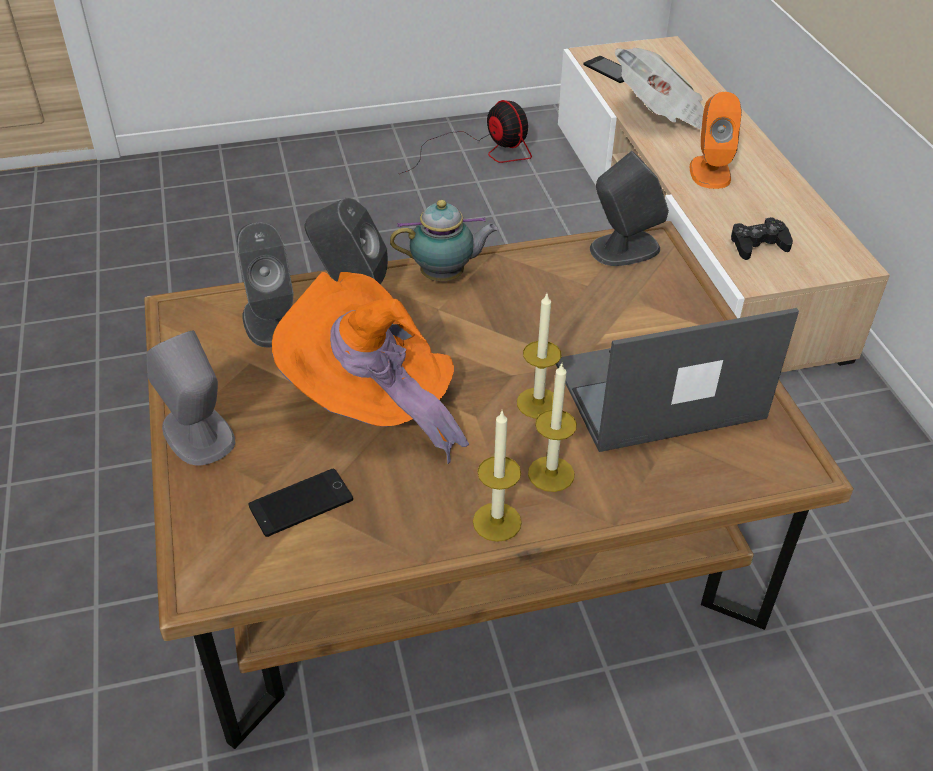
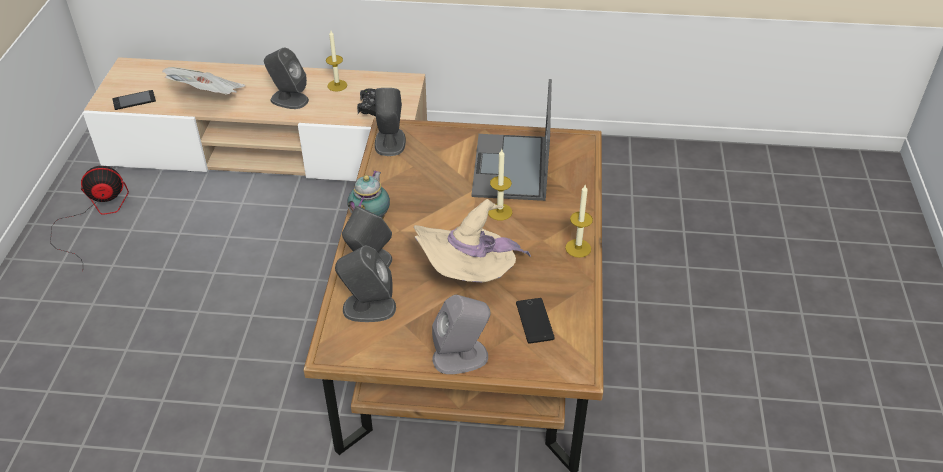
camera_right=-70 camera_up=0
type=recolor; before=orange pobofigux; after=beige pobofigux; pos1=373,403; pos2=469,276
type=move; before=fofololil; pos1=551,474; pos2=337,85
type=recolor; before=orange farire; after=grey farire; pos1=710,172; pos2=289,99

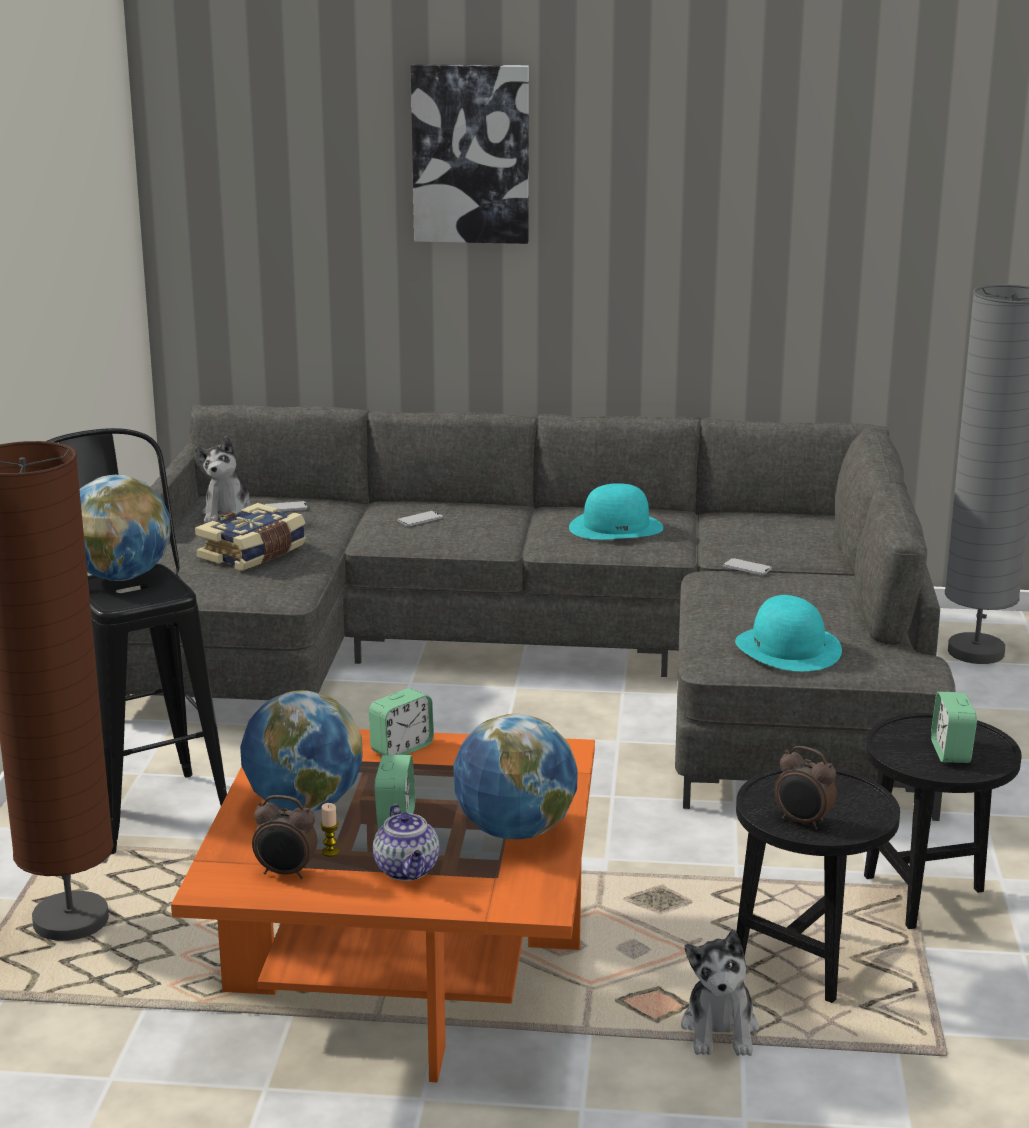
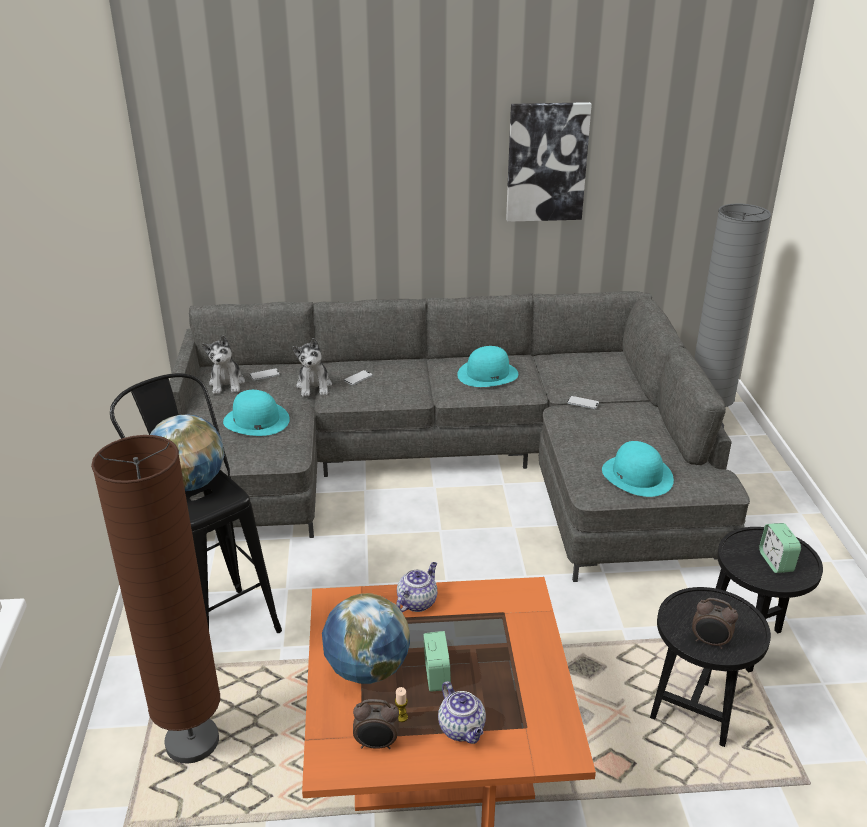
camera_right=-10 camera_up=10
type=replace; before=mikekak; after=turquoise pobofigux; pos1=254,554; pos2=256,420
type=replace; before=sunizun; after=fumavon; pos1=401,748; pos2=417,602
type=move; before=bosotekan; pos1=471,154; pos2=546,162
type=delete; before=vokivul; pos1=514,832
type=move; before=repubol; pos1=720,1029; pos2=314,386

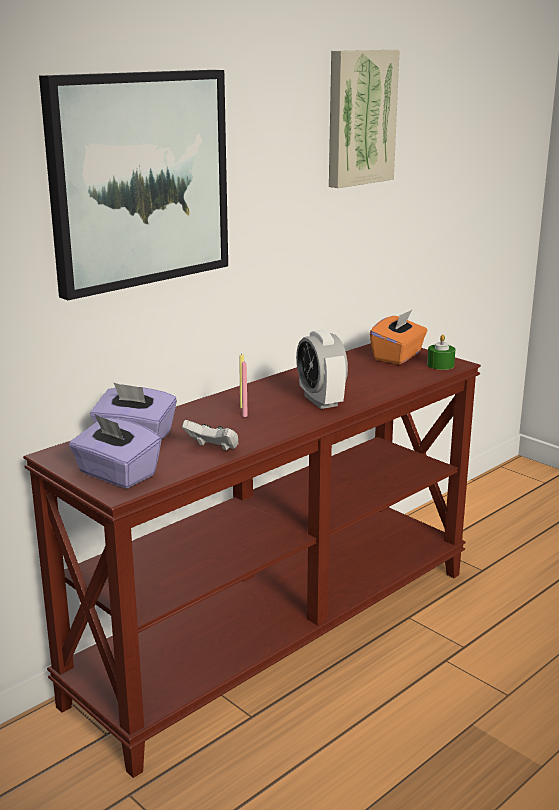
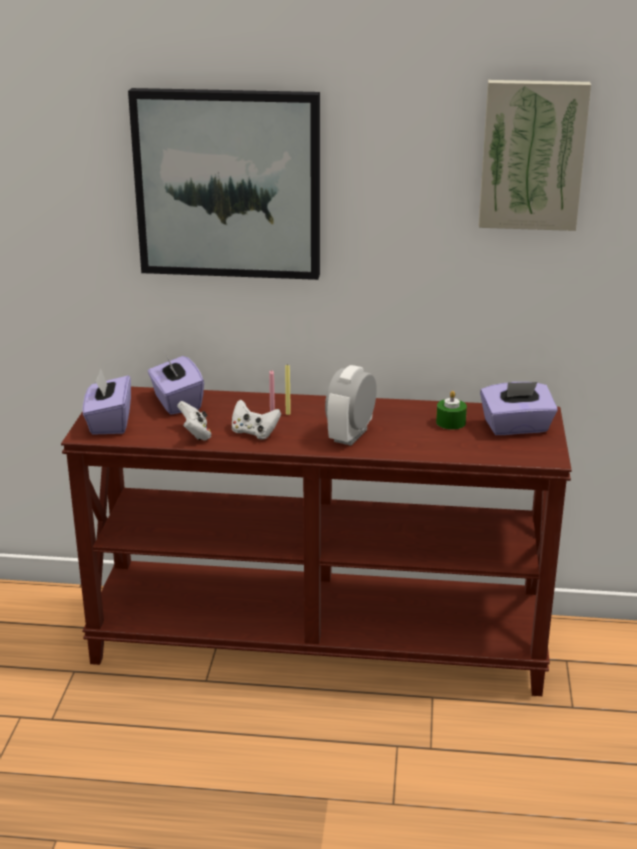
camera_right=50 camera_up=5
type=recolor; before=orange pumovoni; after=purple pumovoni; pos1=398,356; pos2=516,427
type=move; before=green fofololil; pos1=440,365; pos2=450,422
type=insert; after=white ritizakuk; pos2=254,433

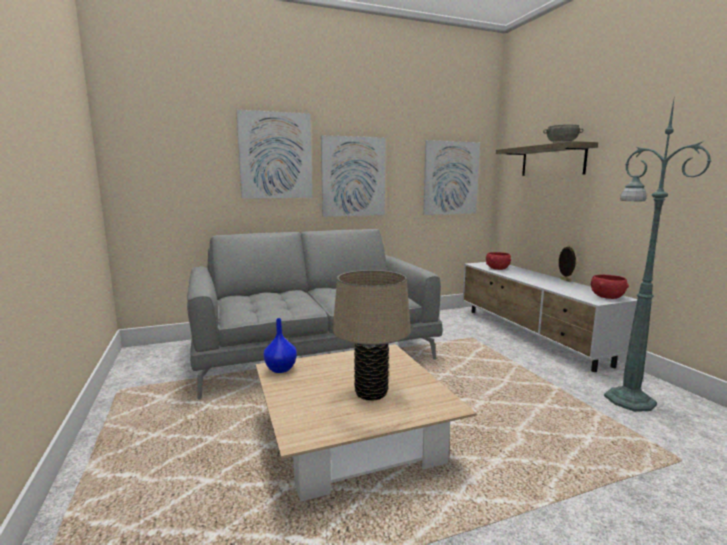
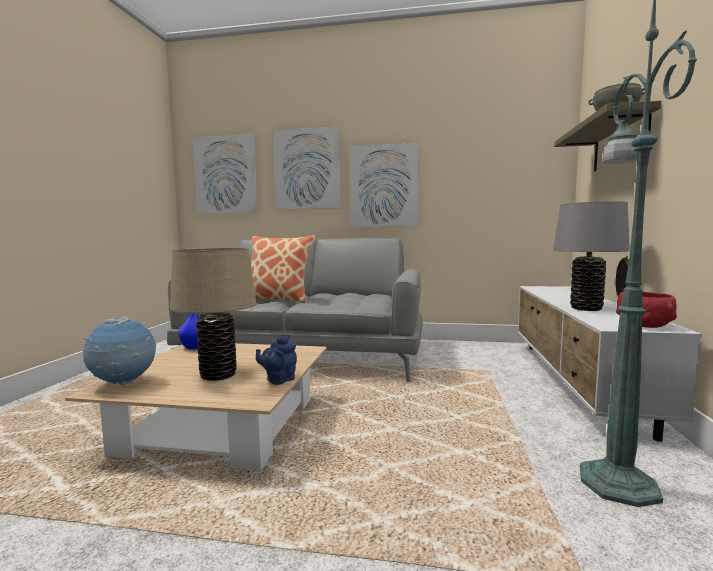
camera_right=30 camera_up=-5
type=move; before=bosotekan; pos1=451,178; pos2=225,175
type=delete; before=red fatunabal; pos1=497,268
type=insert; after=vokivul; pos2=123,384
type=insert; after=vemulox; pos2=278,299
type=insert; after=blue fumavon; pos2=278,380
type=insert; after=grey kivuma; pos2=586,308

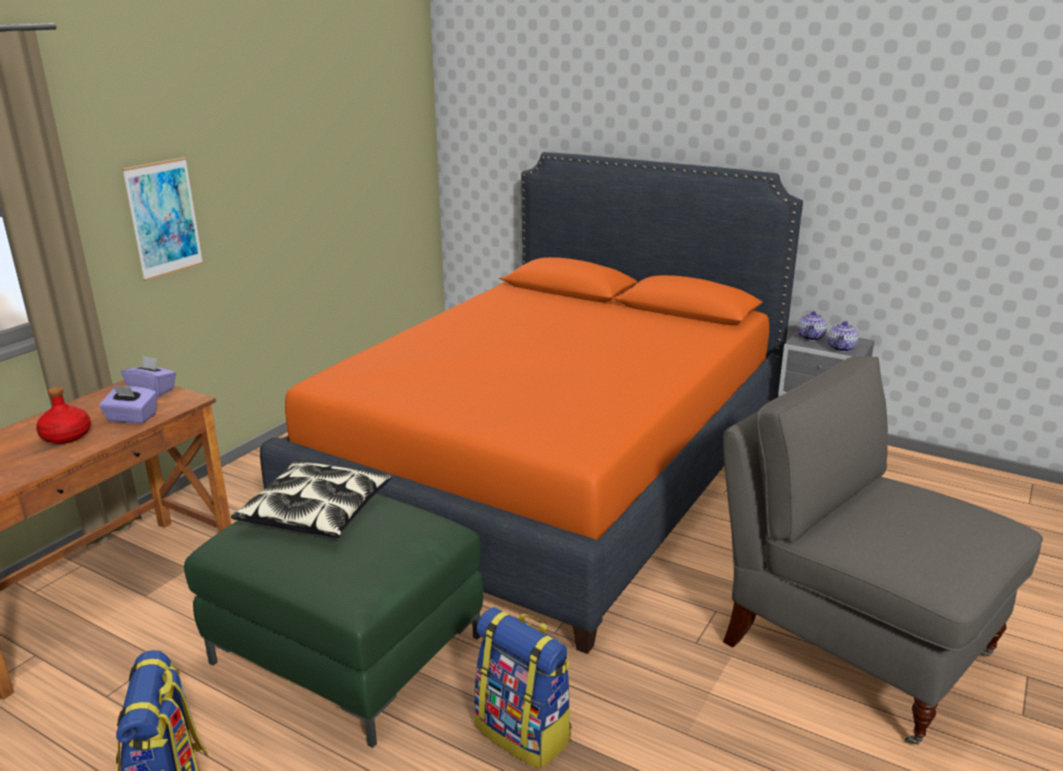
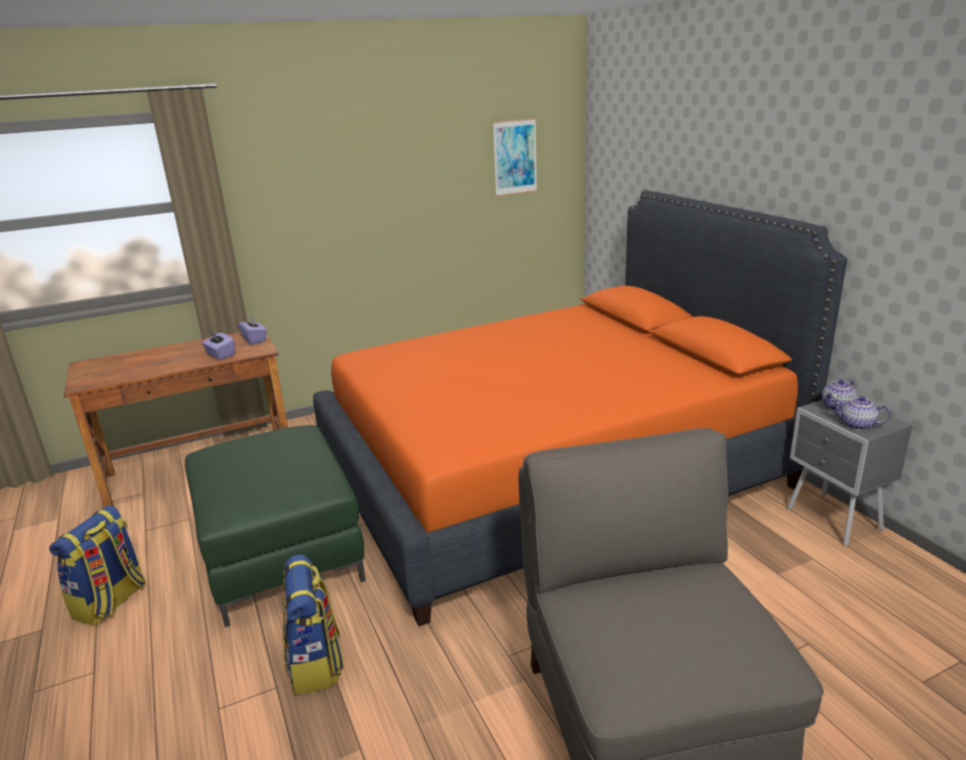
camera_right=35 camera_up=0
type=delete; before=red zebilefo; pos1=66,436
type=move; before=bosotekan; pos1=164,218; pos2=515,157
type=delete; before=vemulox; pos1=316,512
type=rotate; before=fumavon; pos1=841,348; pos2=857,425; turn=60

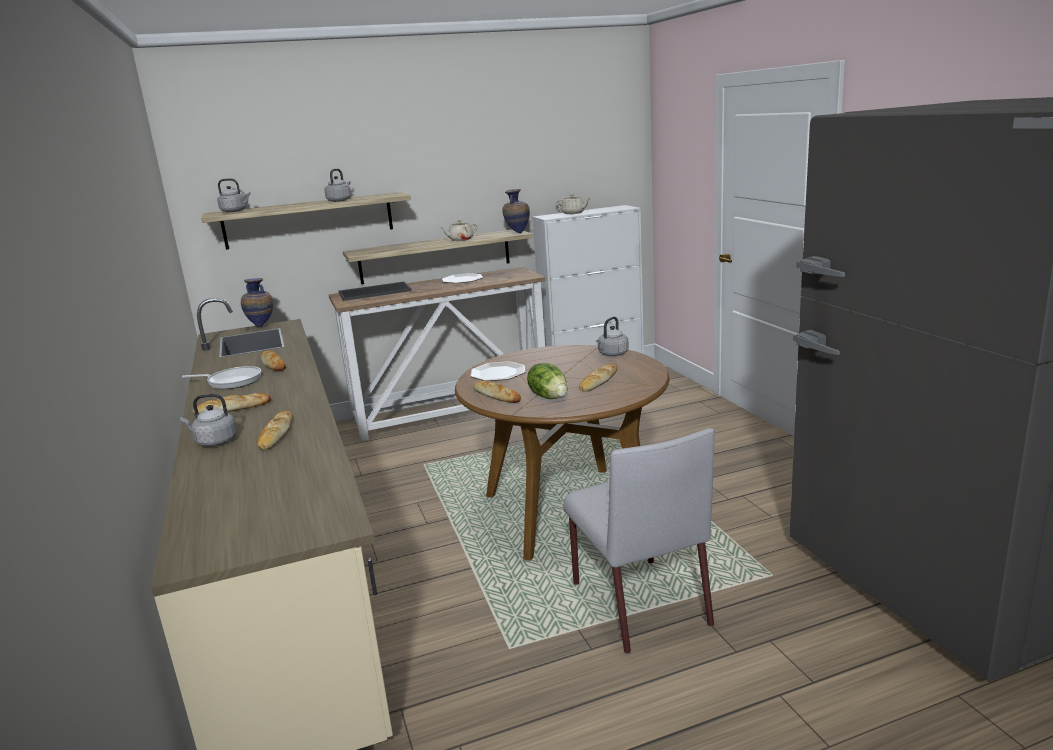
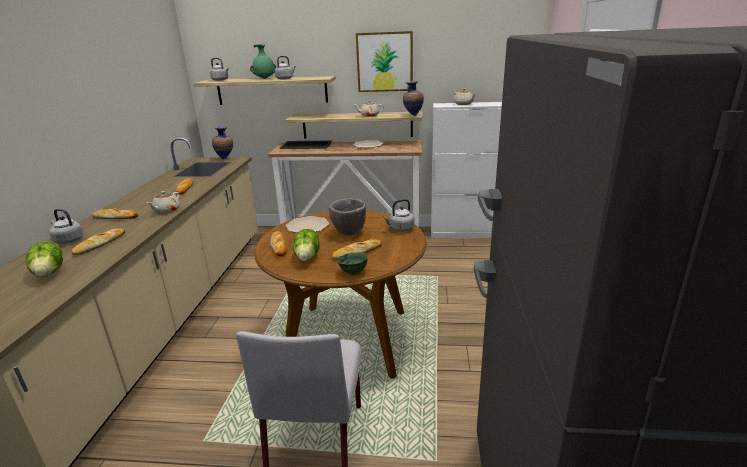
camera_right=25 camera_up=5
type=delete; before=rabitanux; pos1=232,381
type=insert; after=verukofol; pos2=50,272
type=insert; after=beige fumavon; pos2=166,210
type=insert; after=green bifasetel; pos2=265,78
type=insert; after=grey fatunabal; pos2=349,233
type=insert; after=green fatunabal; pos2=353,273
type=insert; after=bosotekan; pos2=384,62

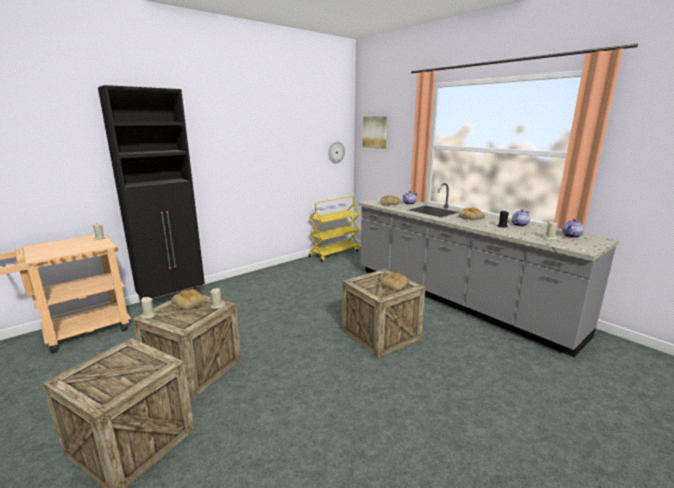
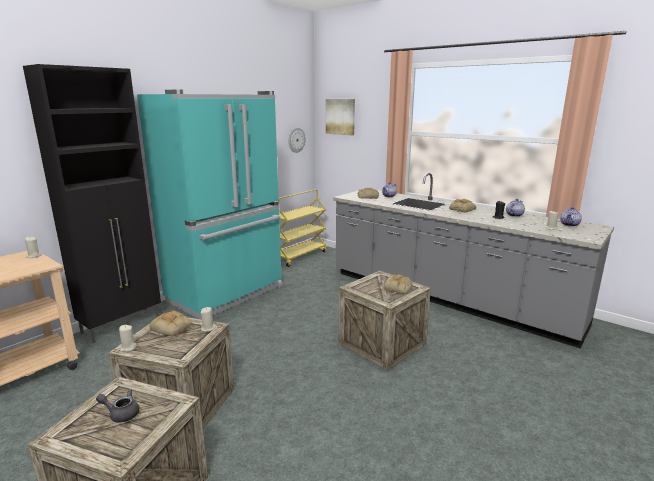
camera_right=-10 camera_up=0
type=insert; after=grey fumavon; pos2=121,413
type=insert; after=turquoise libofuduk; pos2=227,294

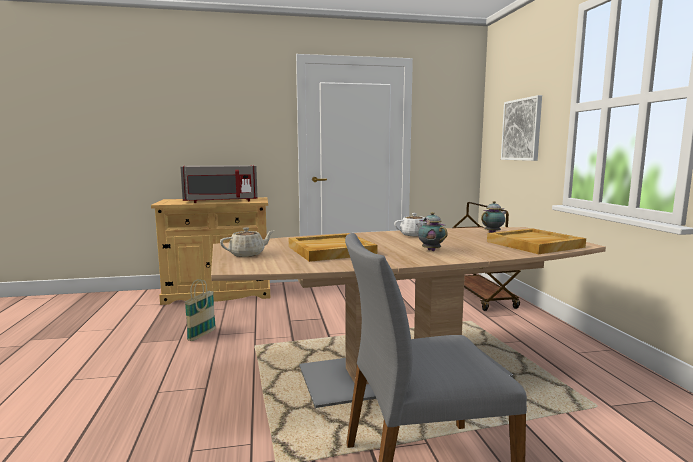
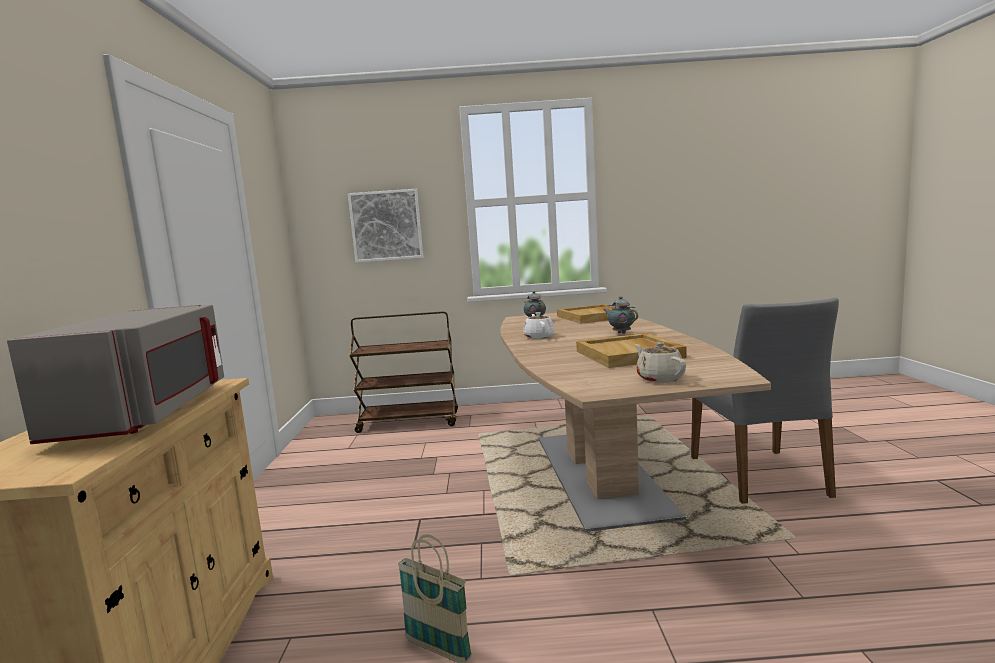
camera_right=-80 camera_up=0
type=rotate; before=fumavon; pos1=430,250; pos2=620,333; turn=75

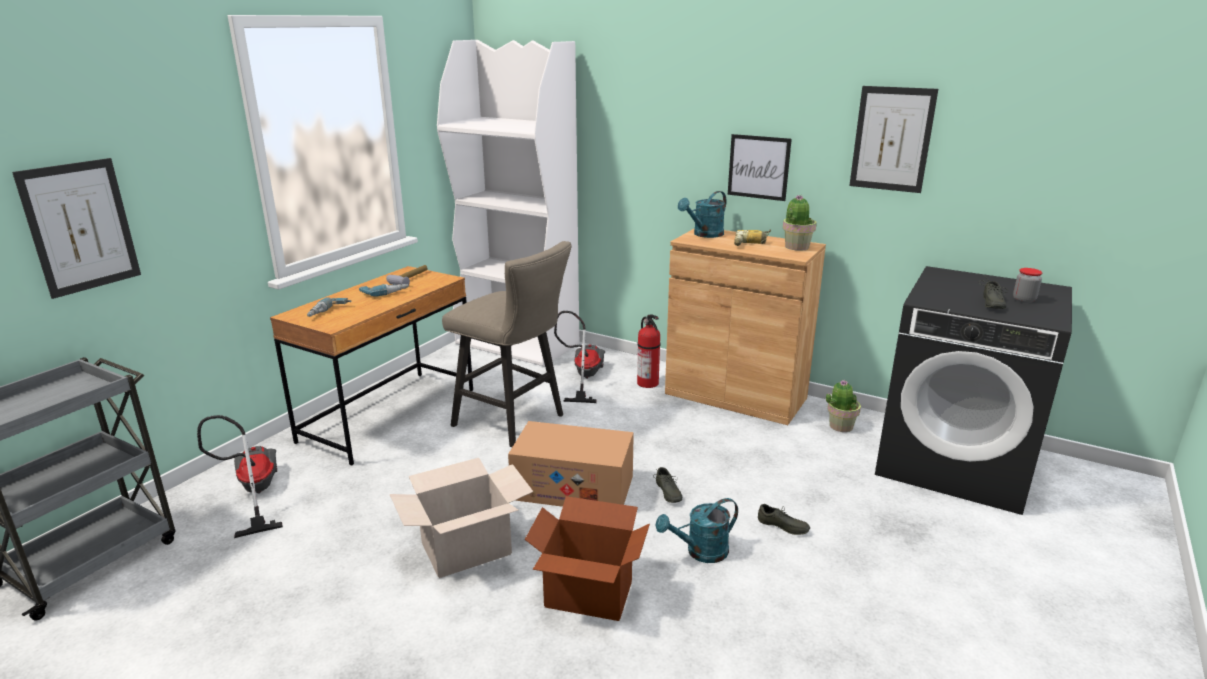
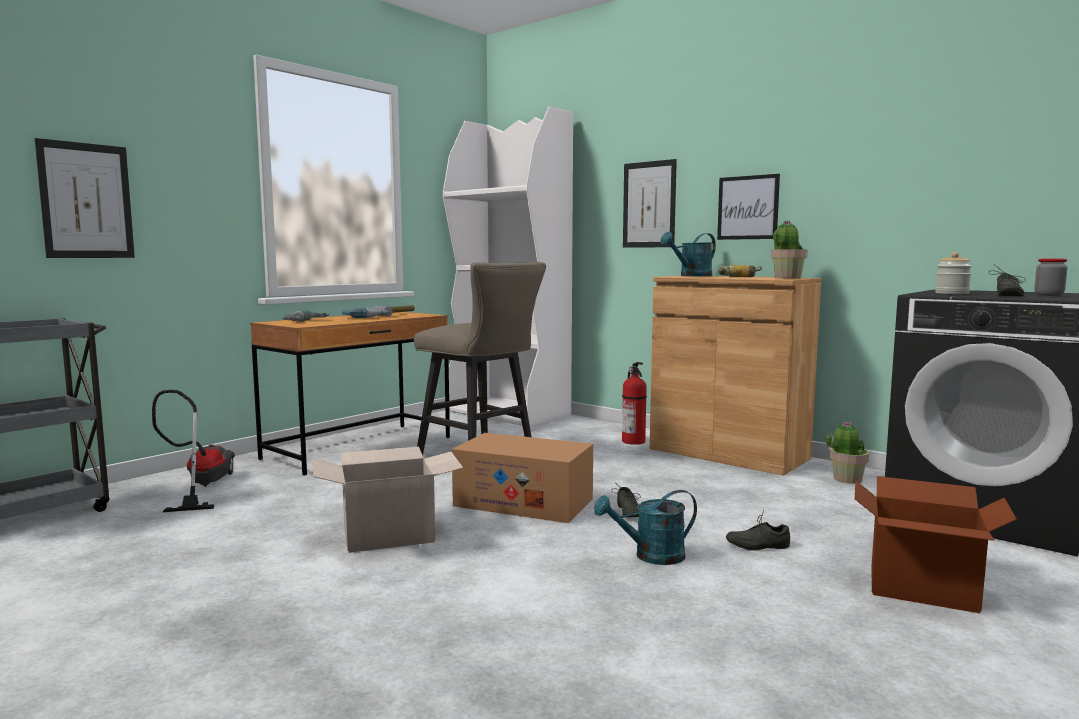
camera_right=10 camera_up=-15
type=move; before=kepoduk; pos1=588,595; pos2=923,590
type=delete; before=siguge; pos1=583,377
type=rotate; before=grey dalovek; pos1=782,527; pos2=757,545; turn=135
type=move; before=bosotekan; pos1=892,139; pos2=649,204
type=insert; after=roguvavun; pos2=952,293

